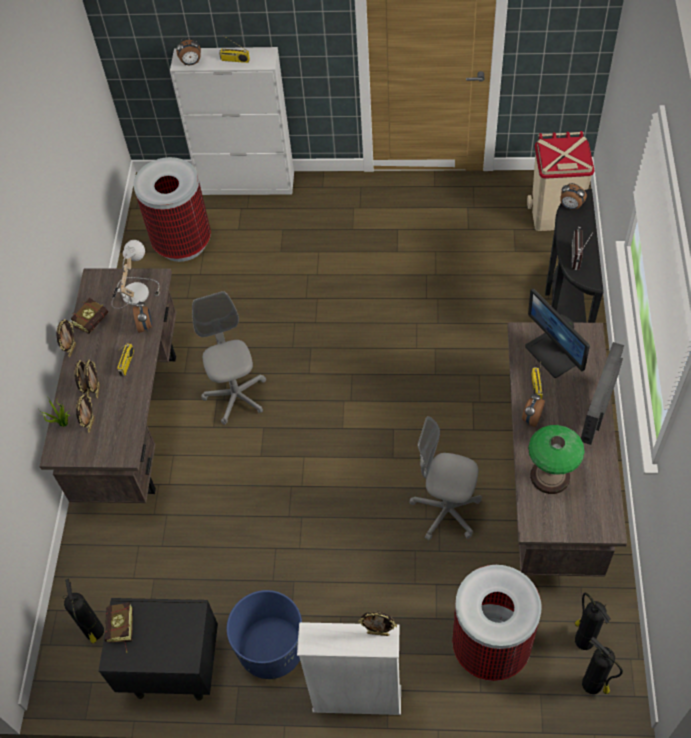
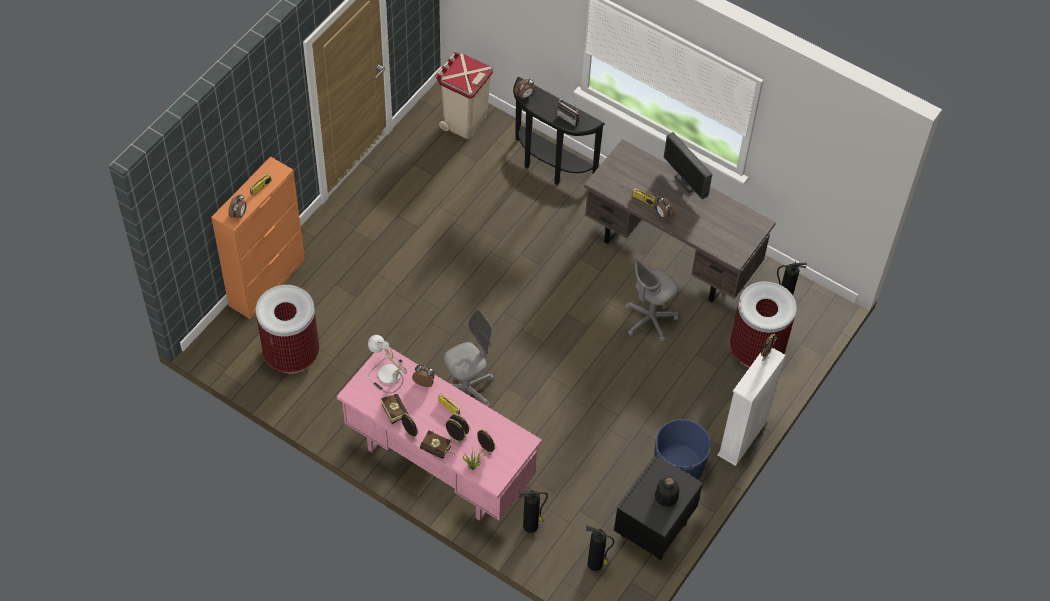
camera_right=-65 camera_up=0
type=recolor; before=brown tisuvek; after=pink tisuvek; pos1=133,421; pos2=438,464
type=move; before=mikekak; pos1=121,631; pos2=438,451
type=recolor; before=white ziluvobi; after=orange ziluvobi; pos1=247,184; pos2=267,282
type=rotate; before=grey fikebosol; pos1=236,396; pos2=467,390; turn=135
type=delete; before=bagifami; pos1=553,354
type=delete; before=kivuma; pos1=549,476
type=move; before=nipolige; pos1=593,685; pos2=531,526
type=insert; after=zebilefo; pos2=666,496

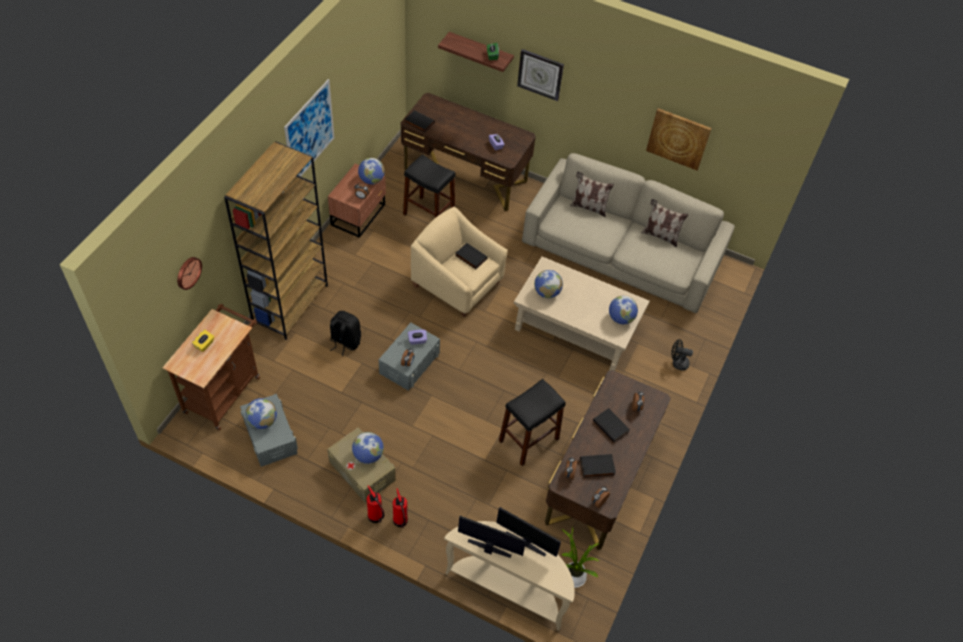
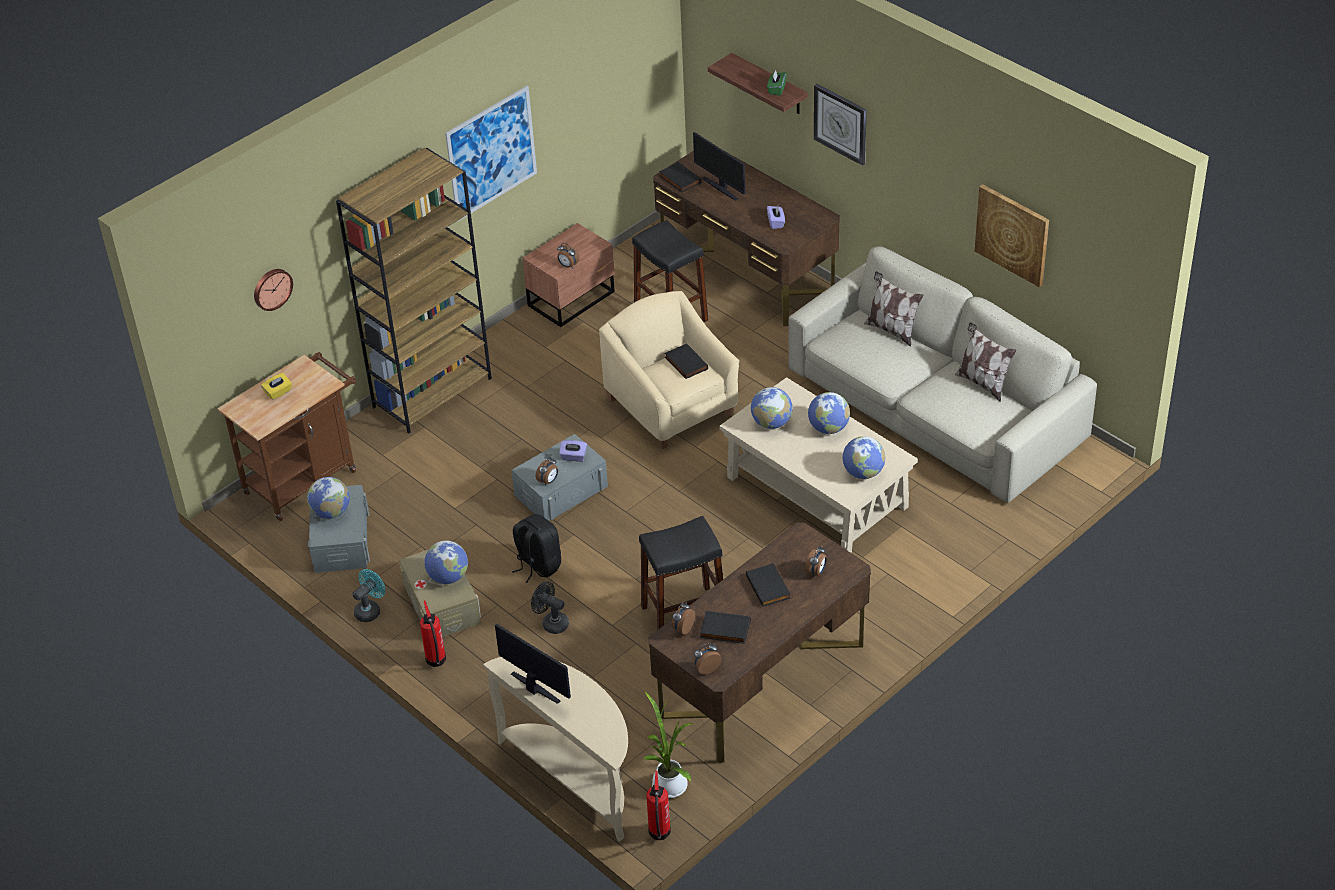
camera_right=25 camera_up=-10
type=move; before=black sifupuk; pos1=345,342; pos2=538,565
type=move; before=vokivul; pos1=371,180; pos2=828,428
type=move; before=nipolige; pos1=400,522; pos2=659,833
type=move; before=bagifami; pos1=526,542; pos2=721,188
type=move; before=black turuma; pos1=677,363; pos2=551,623
type=insert; after=turquoise turuma; pos2=370,610

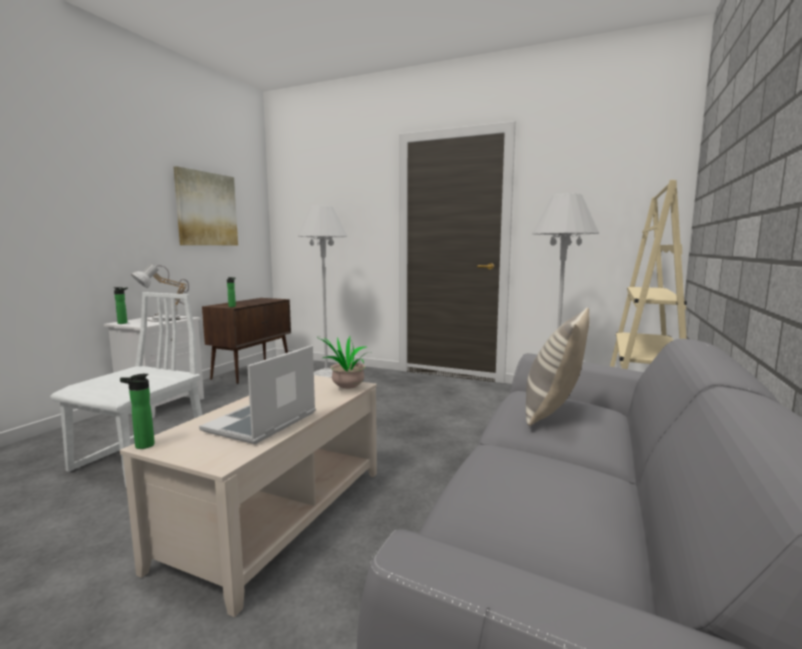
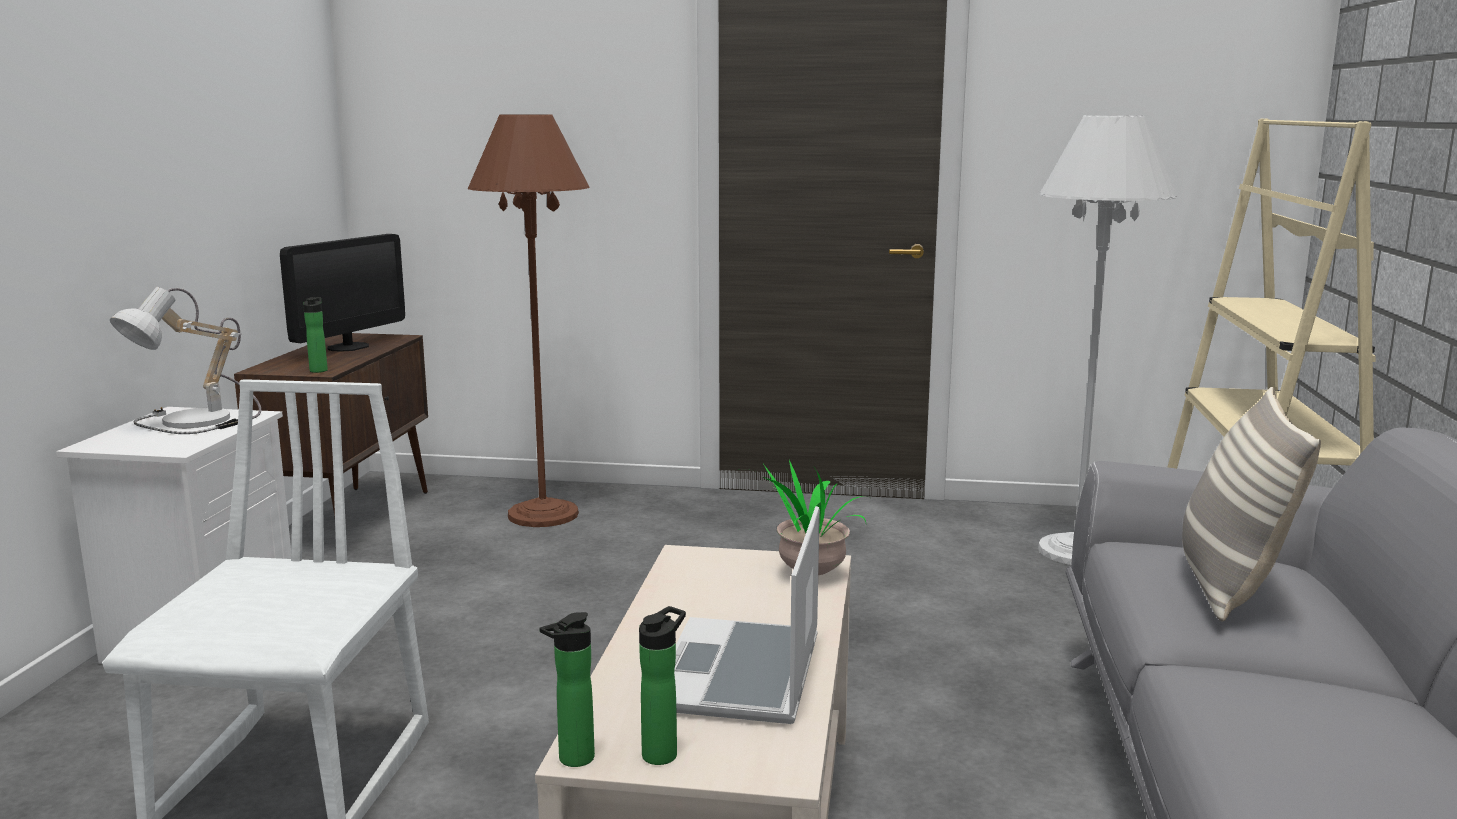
camera_right=-15 camera_up=5
type=move; before=zebilefo; pos1=124,323; pos2=663,753
type=delete; before=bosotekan; pos1=206,209
type=recolor; before=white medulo; after=brown medulo; pos1=326,375; pos2=543,514
type=insert; after=bagifami; pos2=348,347

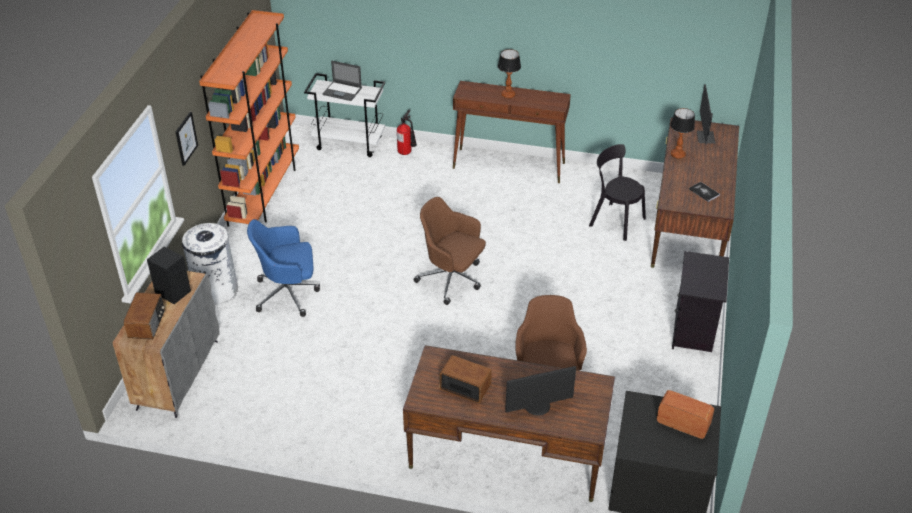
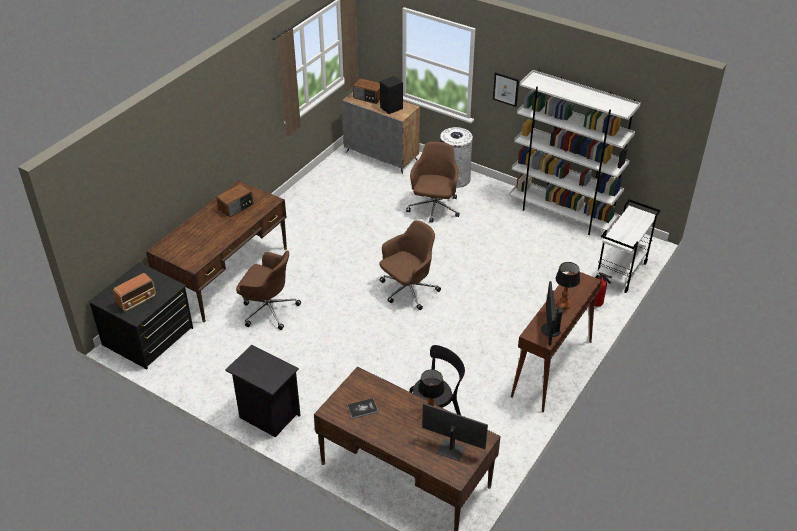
camera_right=110 camera_up=0
type=recolor; before=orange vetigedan; after=white vetigedan; pos1=264,193; pos2=562,214
type=recolor; before=blue fikebosol; after=brown fikebosol; pos1=288,293; pos2=434,208
type=delete; before=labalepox; pos1=342,91
type=move; before=bagifami; pos1=537,406; pos2=549,329

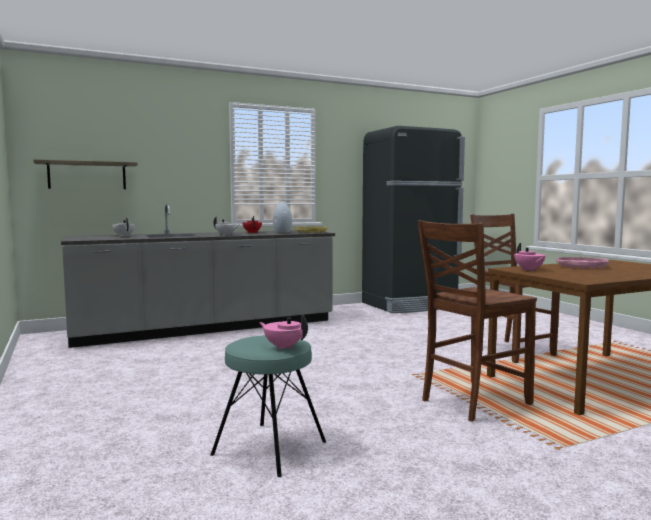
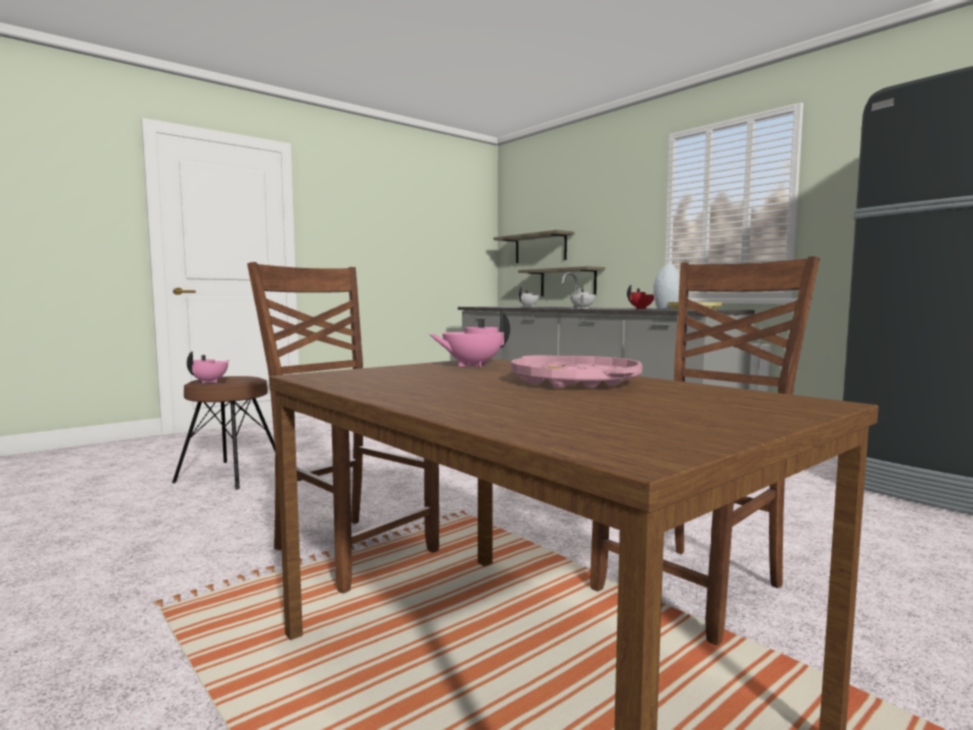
camera_right=75 camera_up=0
type=recolor; before=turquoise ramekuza; after=brown ramekuza; pos1=270,448; pos2=230,475
type=insert; after=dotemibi; pos2=567,282

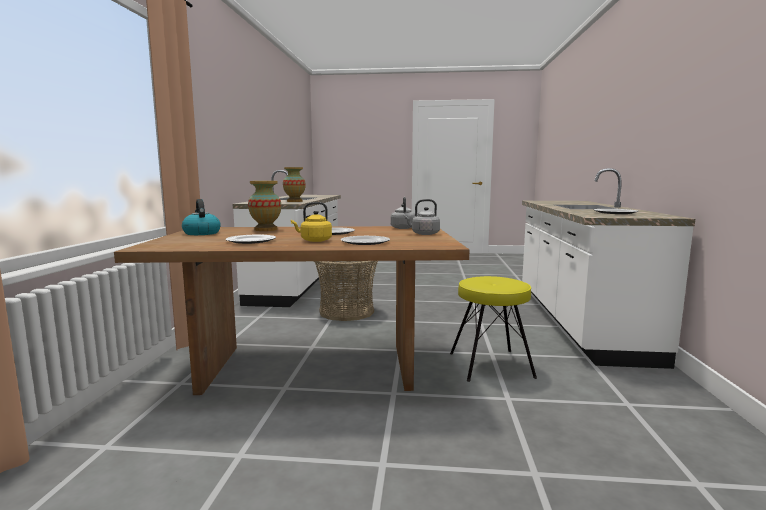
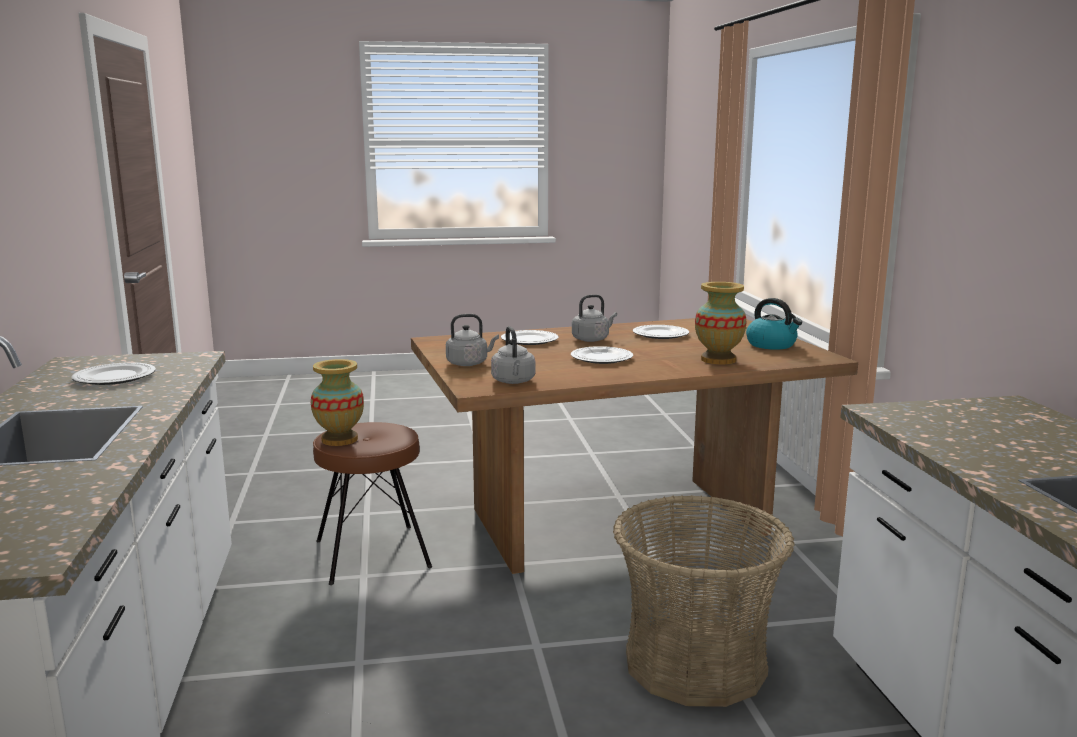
camera_right=165 camera_up=5
type=move; before=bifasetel; pos1=294,201; pos2=339,439
type=recolor; before=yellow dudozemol; after=grey dudozemol; pos1=314,240; pos2=592,339
type=recolor; before=yellow ramekuza; after=brown ramekuza; pos1=491,365; pos2=371,553

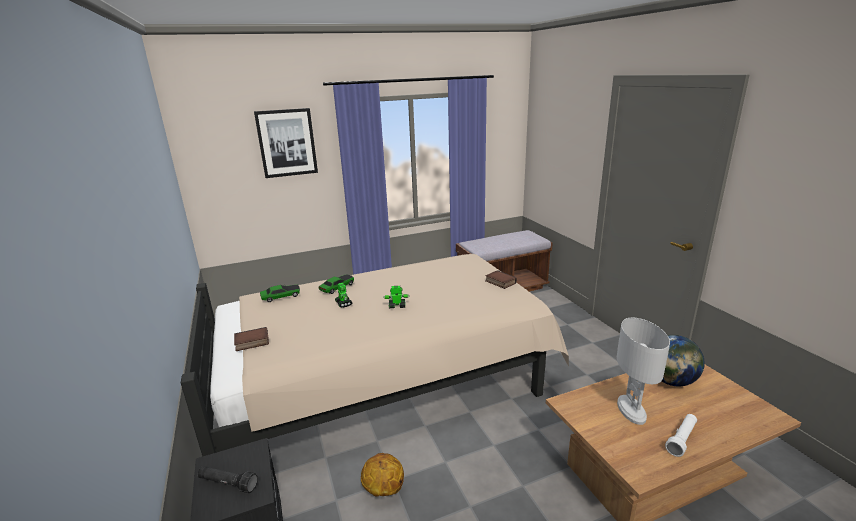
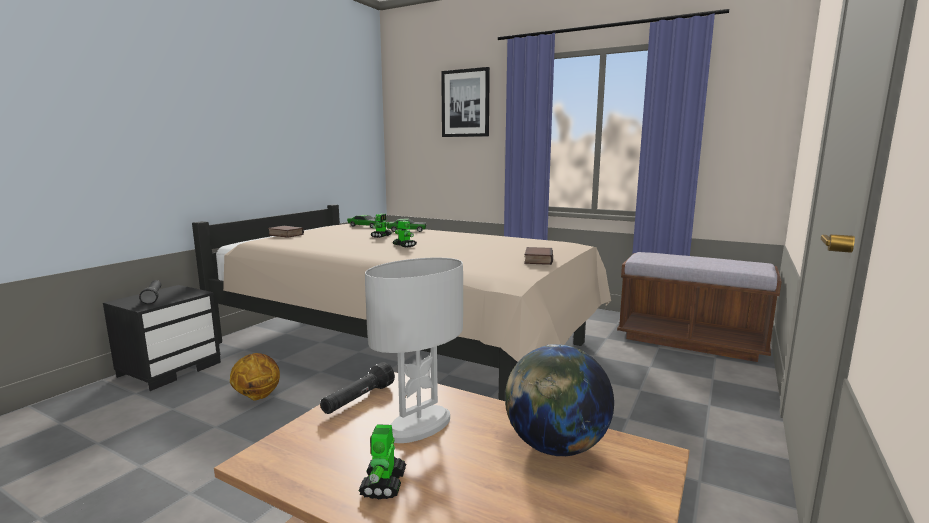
camera_right=50 camera_up=-10
type=replace; before=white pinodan; after=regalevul; pos1=681,439; pos2=383,484
type=insert; after=black pinodan; pos2=358,400

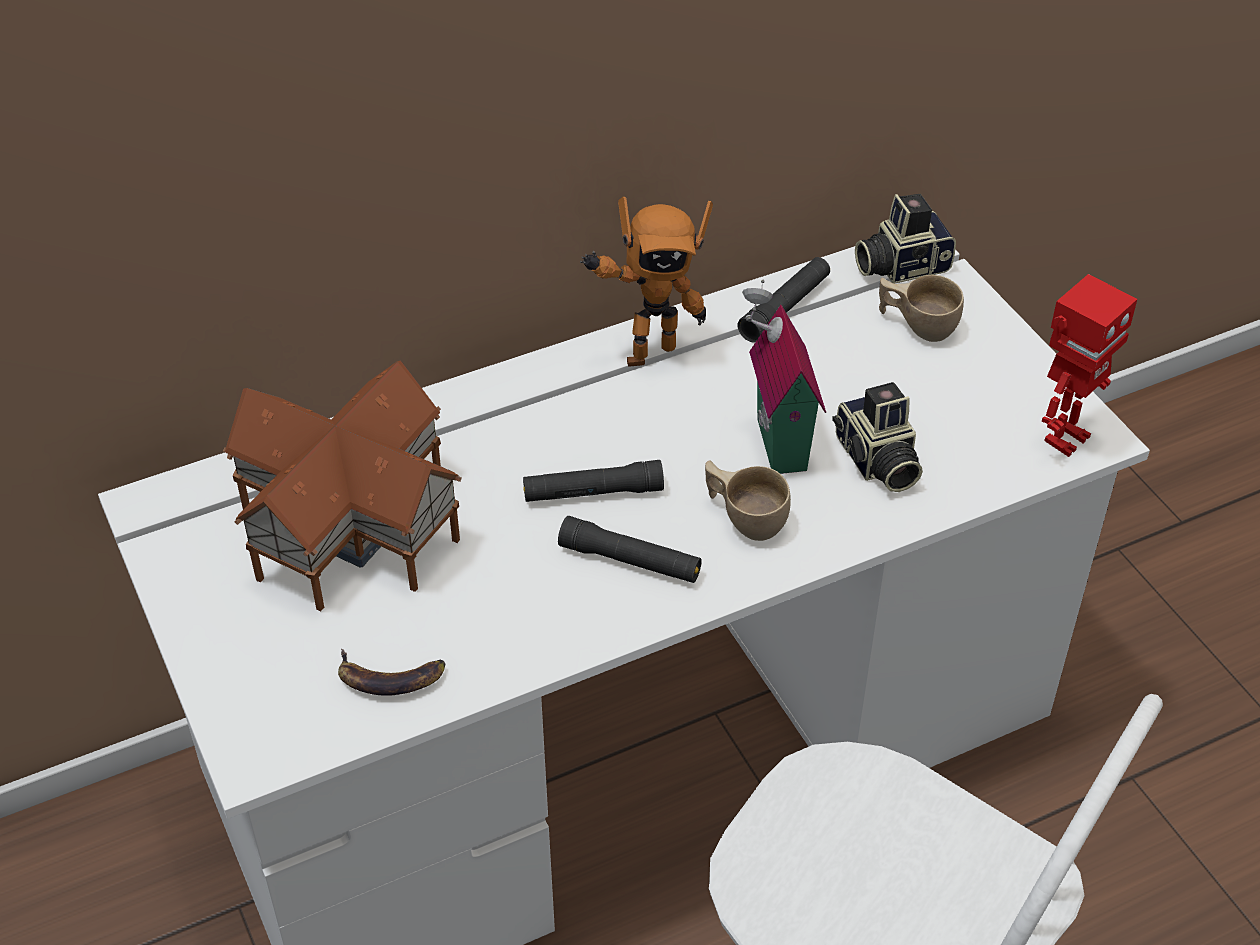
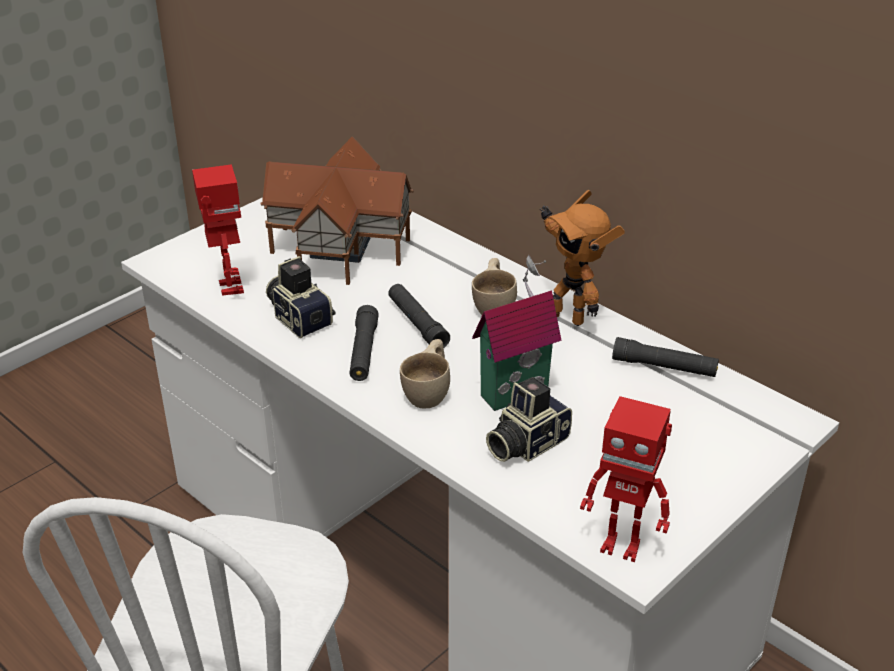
camera_right=70 camera_up=-10
type=replace; before=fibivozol; after=regalevul; pos1=390,677; pos2=229,287
type=move; before=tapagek; pos1=900,265; pos2=300,317
type=move; before=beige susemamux; pos1=917,325; pos2=495,305

